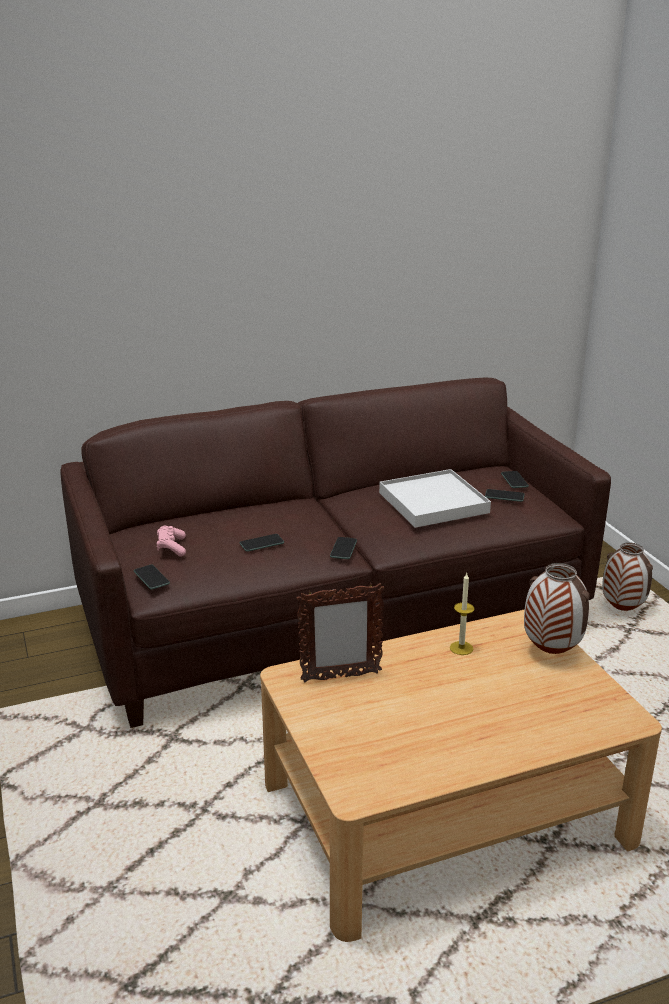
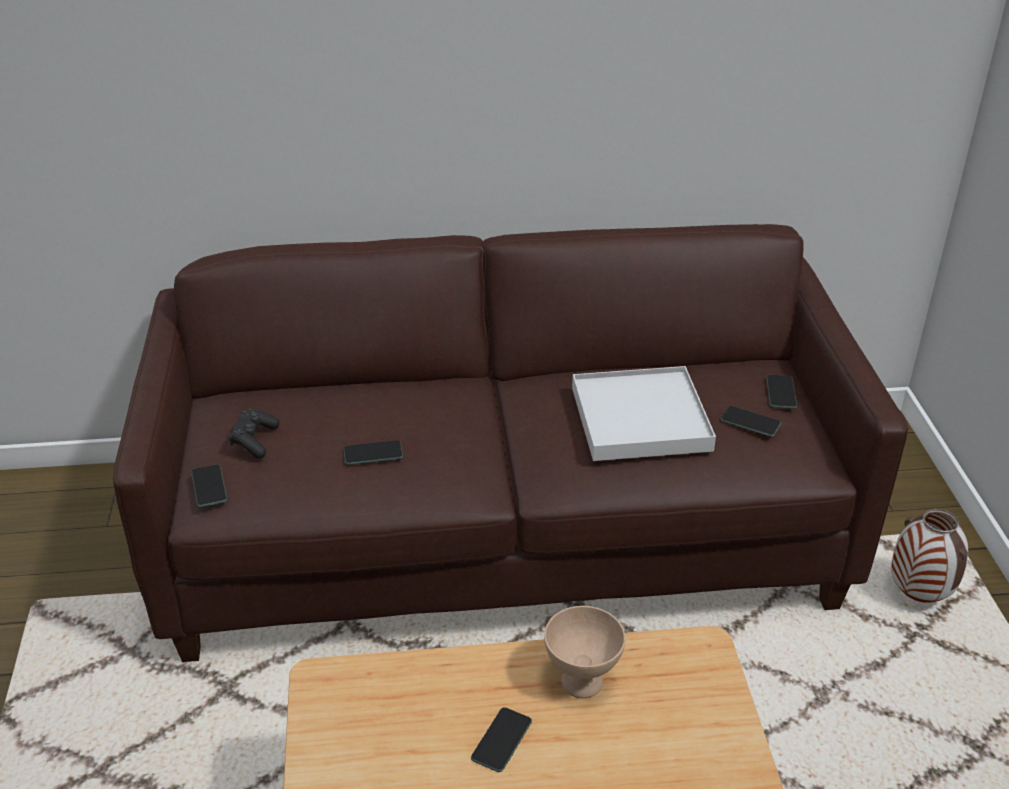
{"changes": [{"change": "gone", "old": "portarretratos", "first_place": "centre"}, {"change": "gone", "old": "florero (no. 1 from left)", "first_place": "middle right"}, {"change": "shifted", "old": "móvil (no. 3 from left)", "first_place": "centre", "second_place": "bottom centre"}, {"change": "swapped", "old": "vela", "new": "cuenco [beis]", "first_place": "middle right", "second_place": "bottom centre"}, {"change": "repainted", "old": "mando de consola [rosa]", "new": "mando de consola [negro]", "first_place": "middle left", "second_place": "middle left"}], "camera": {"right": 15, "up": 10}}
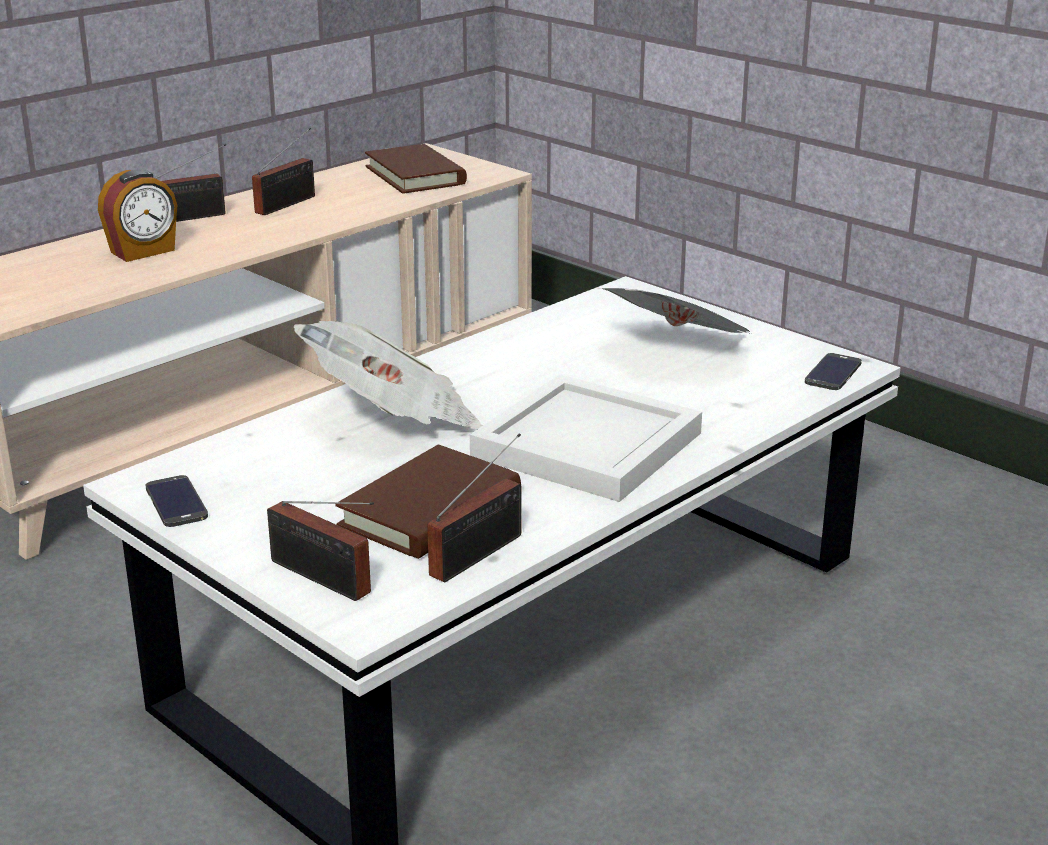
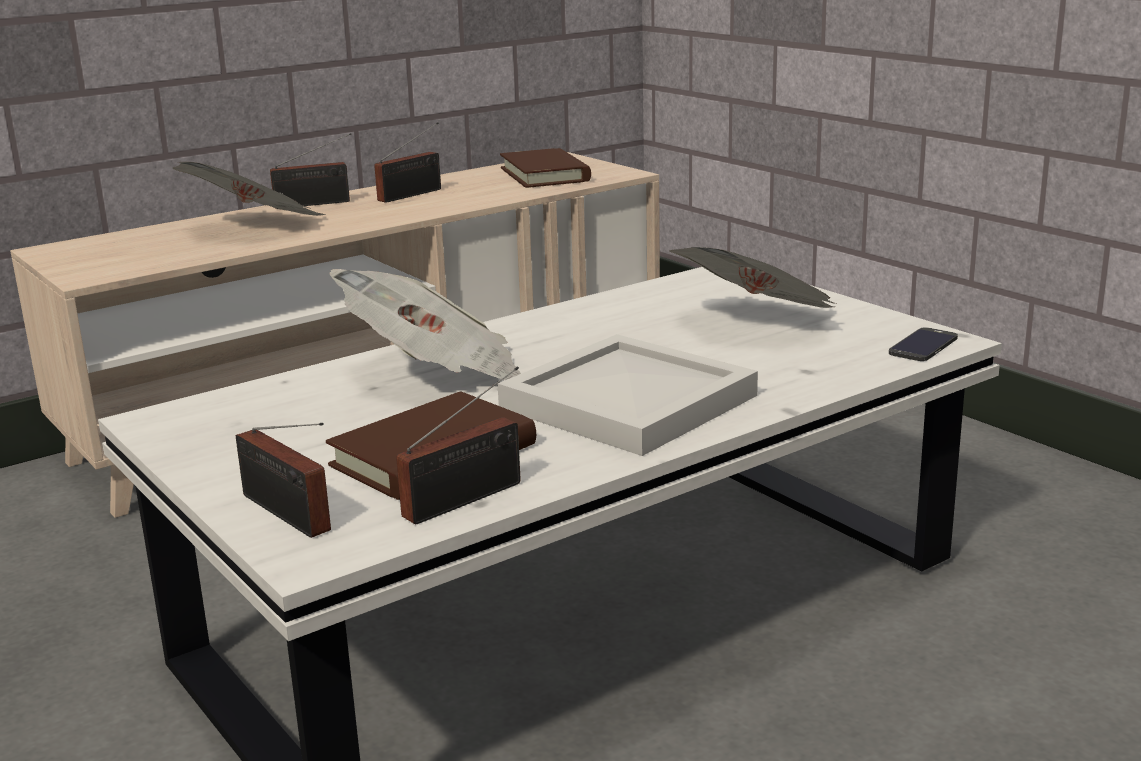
{"changes": [{"change": "gone", "old": "móvil (no. 1 from left)", "first_place": "middle left"}, {"change": "swapped", "old": "despertador", "new": "periódico (no. 1 from left)", "first_place": "top left", "second_place": "top left"}], "camera": {"right": 10, "up": -5}}
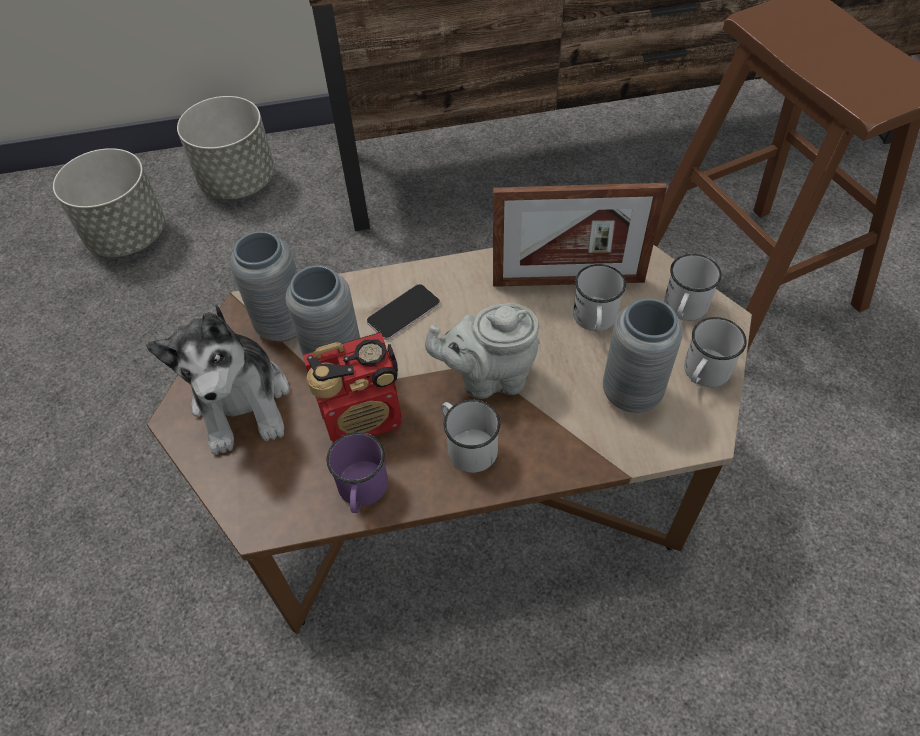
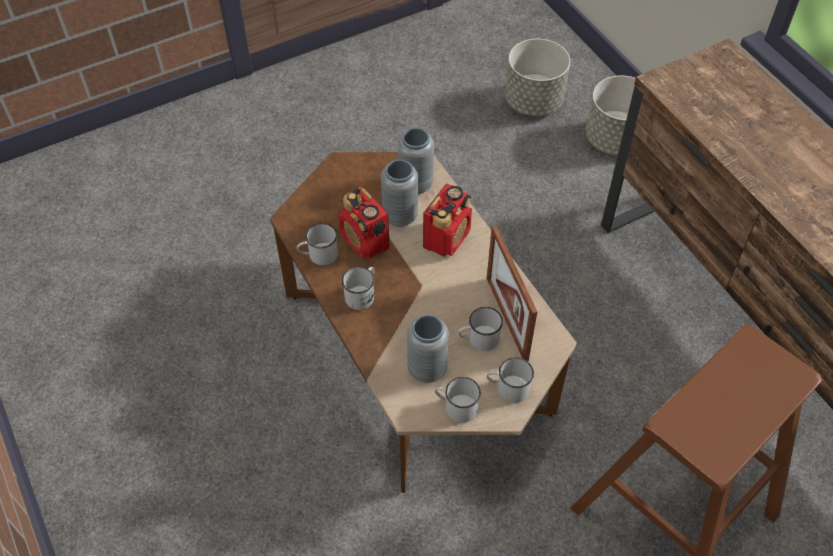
{"changes": [{"change": "gone", "old": "peluche", "first_place": "middle left"}, {"change": "gone", "old": "tetera [gris]", "first_place": "centre"}, {"change": "swapped", "old": "móvil", "new": "radio (no. 2 from left)", "first_place": "centre", "second_place": "centre"}, {"change": "repainted", "old": "taza grande [morado]", "new": "taza grande [blanco] (no. 1 from left)", "first_place": "centre", "second_place": "centre"}], "camera": {"right": 70, "up": 0}}
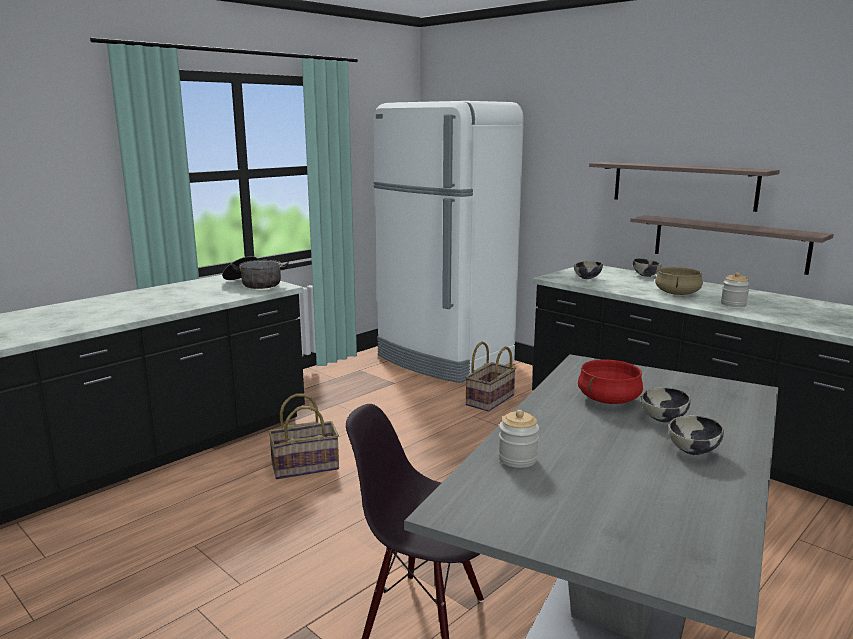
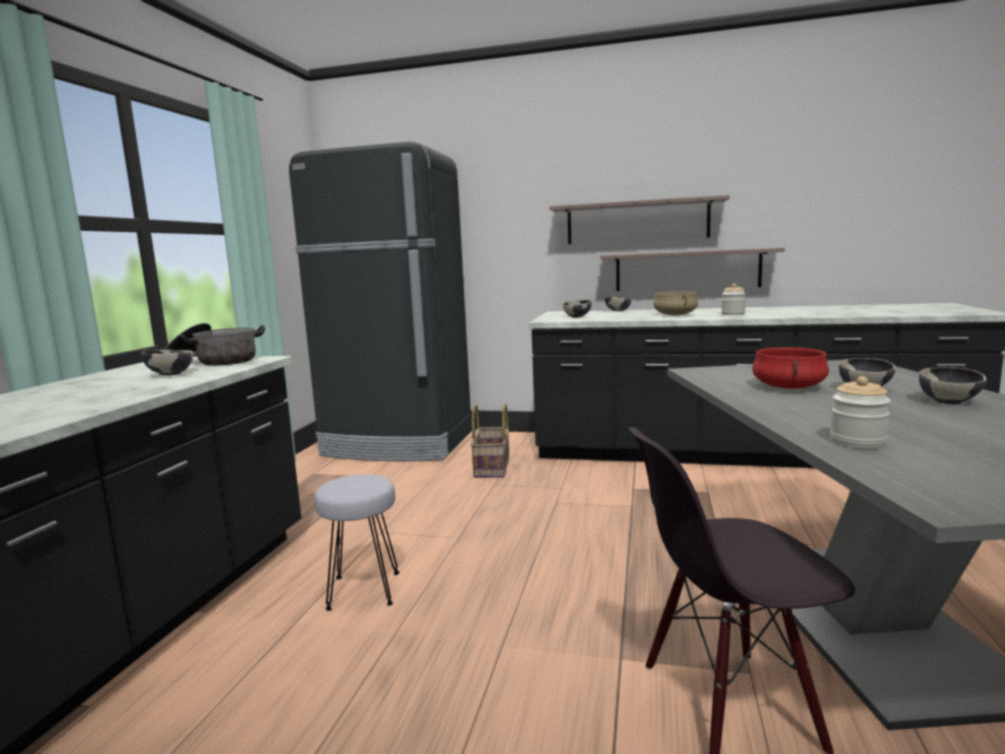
{"changes": [{"change": "new", "new": "cuenco (no. 1 from left)", "second_place": "middle left"}, {"change": "swapped", "old": "cesta (no. 1 from left)", "new": "taburete [gris]", "first_place": "bottom centre", "second_place": "bottom centre"}, {"change": "repainted", "old": "nevera [blanco]", "new": "nevera [negro]", "first_place": "centre", "second_place": "centre"}], "camera": {"right": -30, "up": -5}}
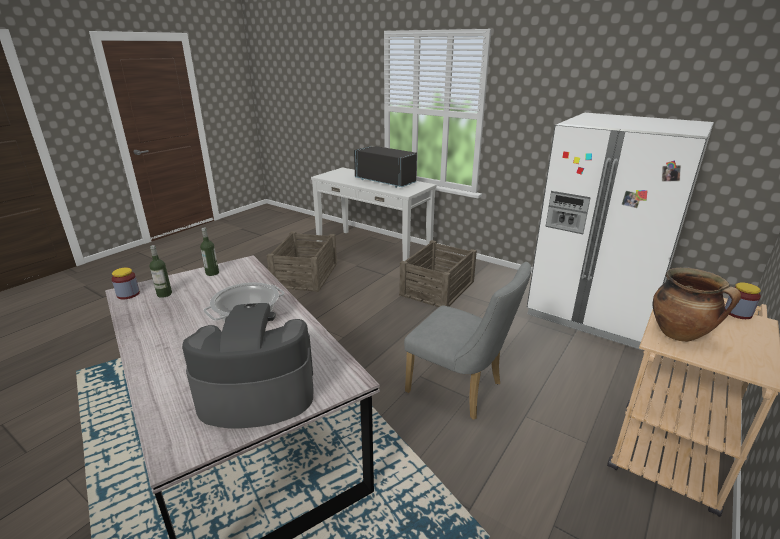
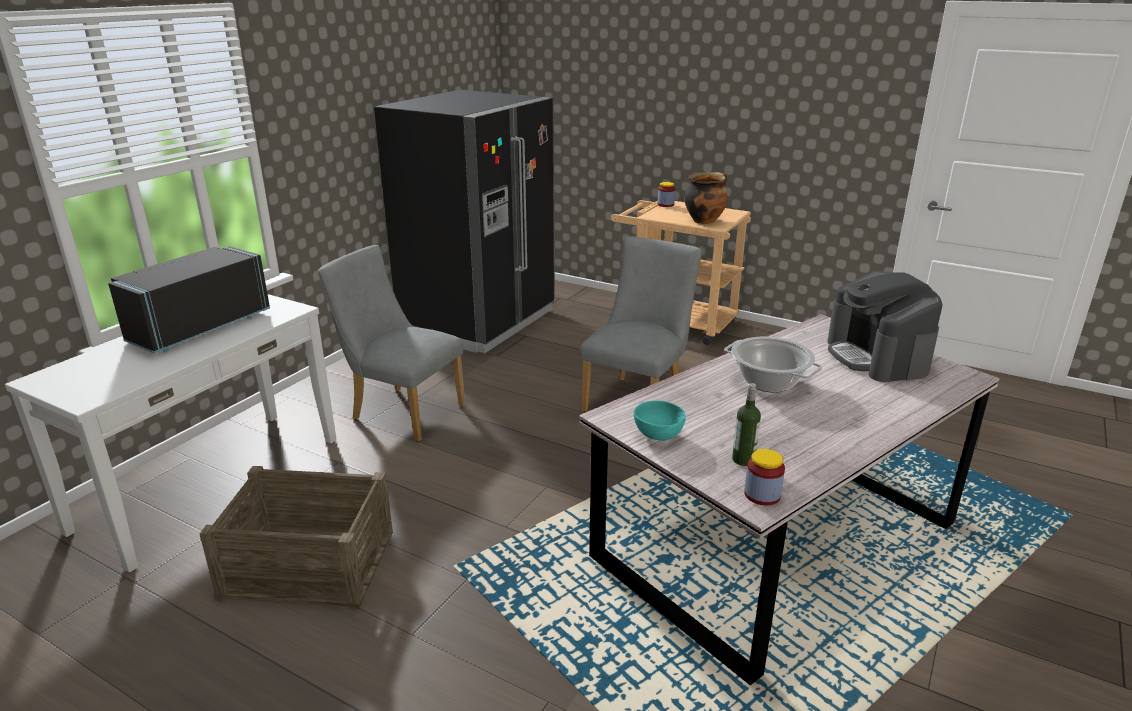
{"changes": [{"change": "swapped", "old": "botella (no. 2 from left)", "new": "cuenco [turquesa]", "first_place": "middle left", "second_place": "centre"}, {"change": "swapped", "old": "caja de embalaje (no. 2 from left)", "new": "silla [gris] (no. 1 from left)", "first_place": "centre", "second_place": "centre"}, {"change": "repainted", "old": "nevera [blanco]", "new": "nevera [negro]", "first_place": "middle right", "second_place": "top centre"}], "camera": {"right": -95, "up": 0}}
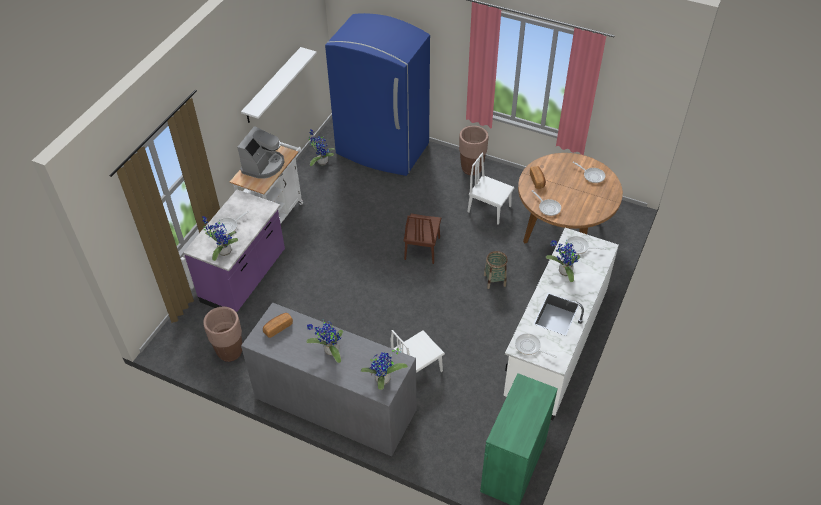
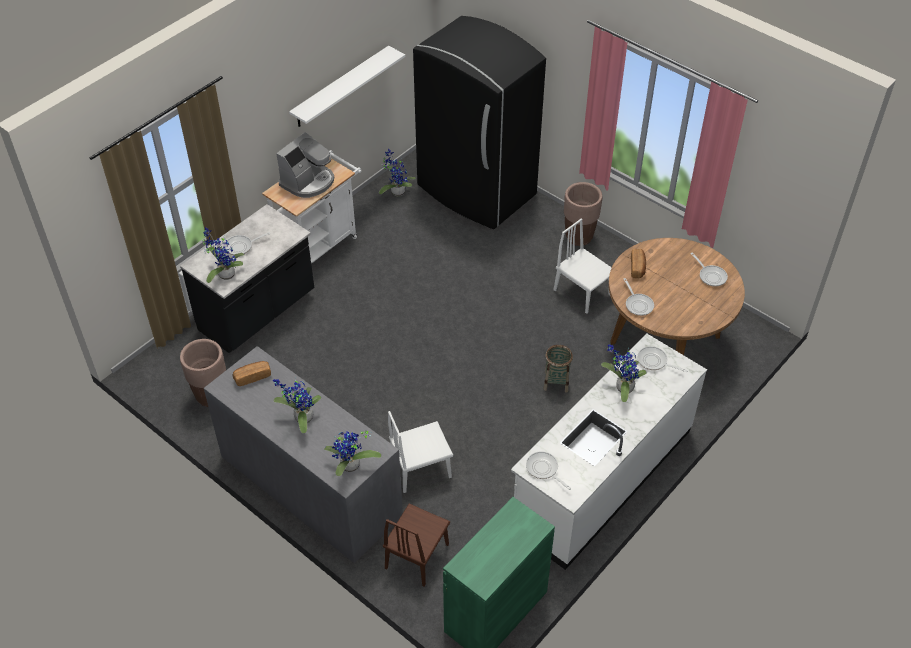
{"changes": [{"change": "shifted", "old": "silla [marrón]", "first_place": "centre", "second_place": "bottom centre"}, {"change": "repainted", "old": "mueble bajo de cocina [morado]", "new": "mueble bajo de cocina [negro]", "first_place": "middle left", "second_place": "middle left"}, {"change": "repainted", "old": "nevera [azul]", "new": "nevera [negro]", "first_place": "top centre", "second_place": "top centre"}], "camera": {"right": 15, "up": 0}}
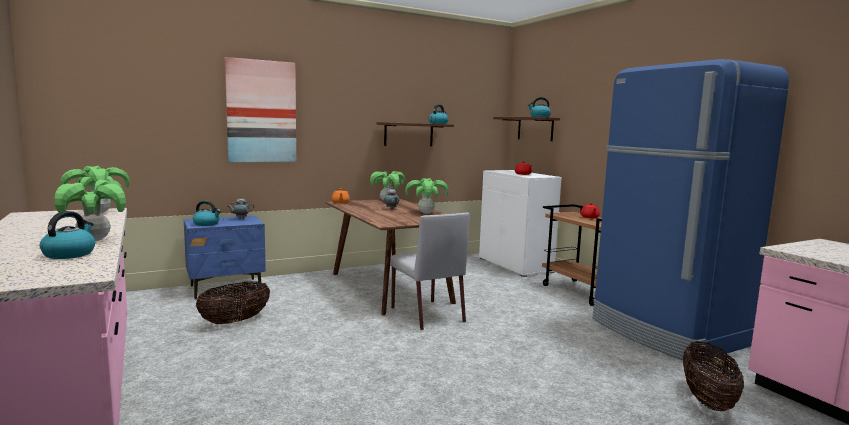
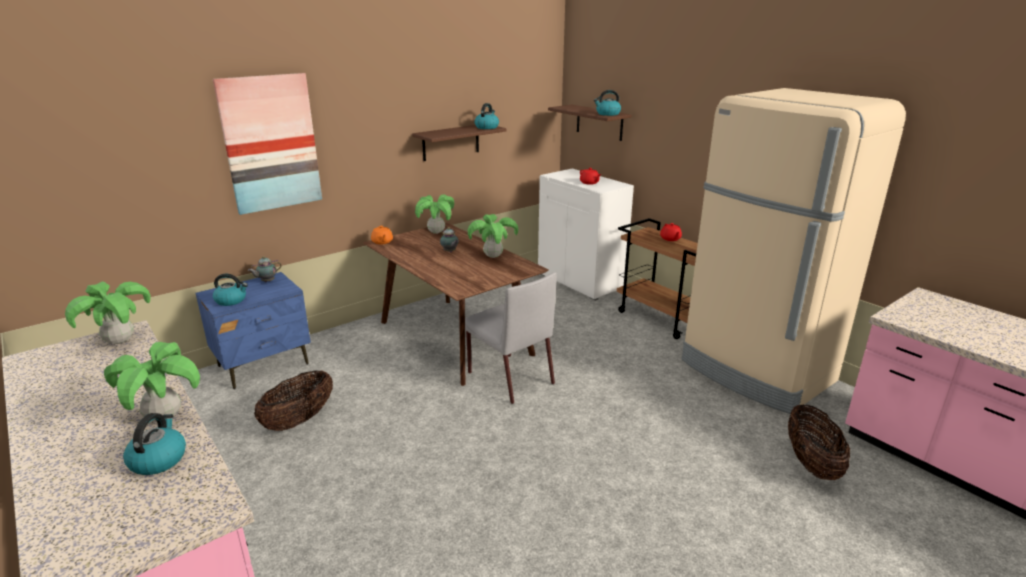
{"changes": [{"change": "repainted", "old": "nevera [azul]", "new": "nevera [beis]", "first_place": "middle right", "second_place": "middle right"}], "camera": {"right": -10, "up": 15}}
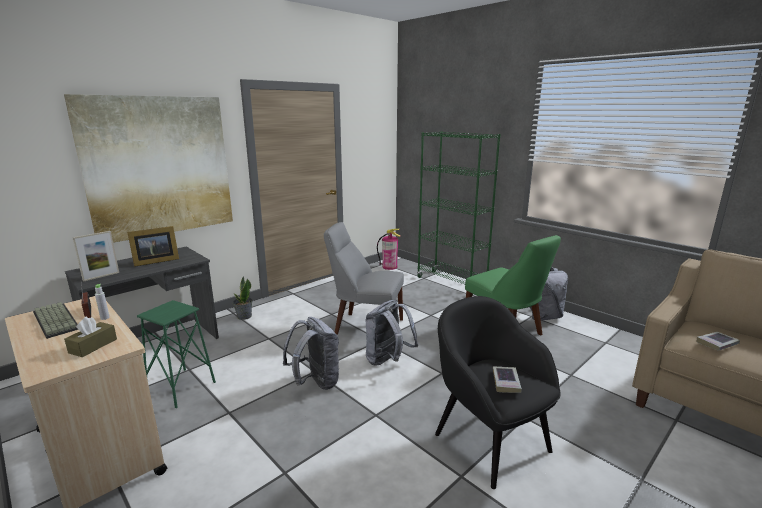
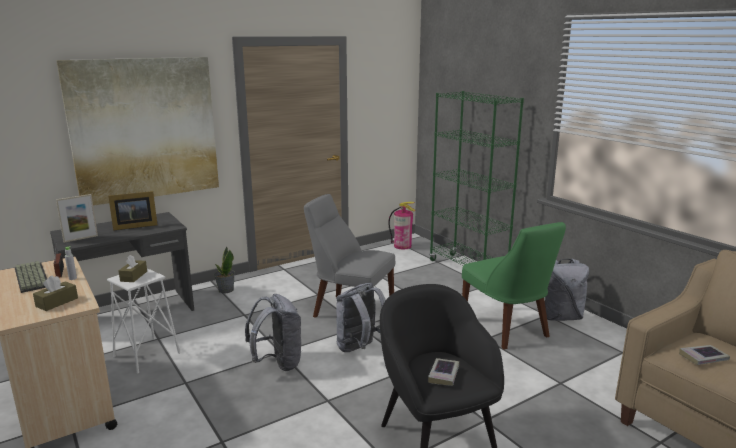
{"changes": [{"change": "new", "new": "caja de pañuelos [marrón] (no. 2 from left)", "second_place": "middle left"}, {"change": "repainted", "old": "taburete [verde]", "new": "taburete [blanco]", "first_place": "bottom left", "second_place": "bottom left"}], "camera": {"right": 10, "up": 0}}
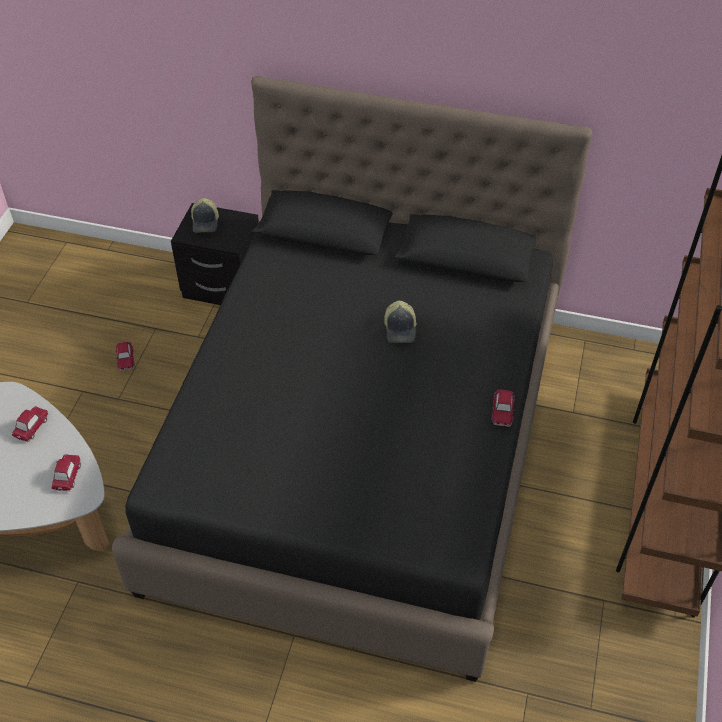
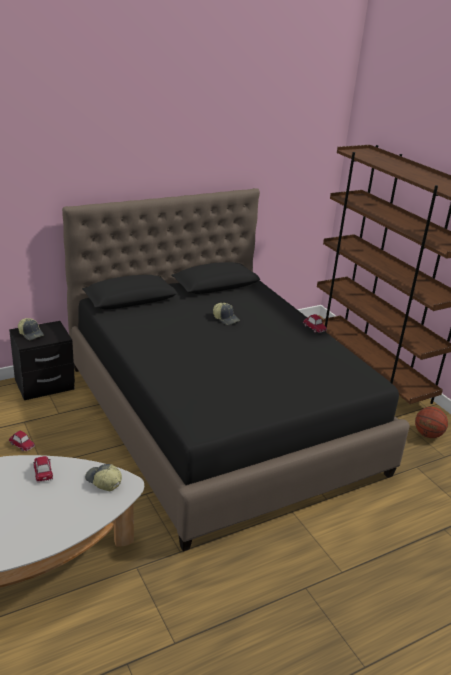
{"changes": [{"change": "new", "new": "balón de baloncesto", "second_place": "middle right"}, {"change": "swapped", "old": "coche de juguete (no. 2 from left)", "new": "gorra (no. 2 from left)", "first_place": "middle left", "second_place": "bottom left"}], "camera": {"right": -45, "up": -20}}
